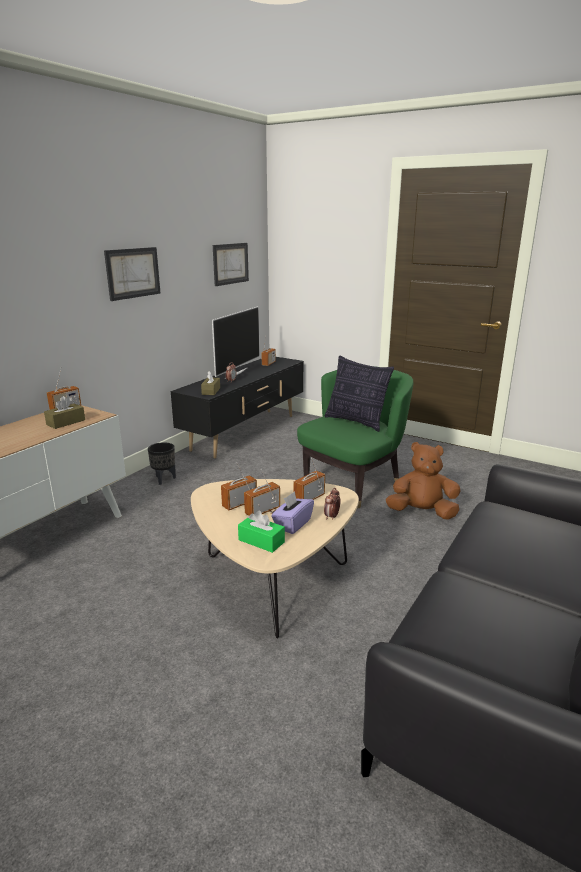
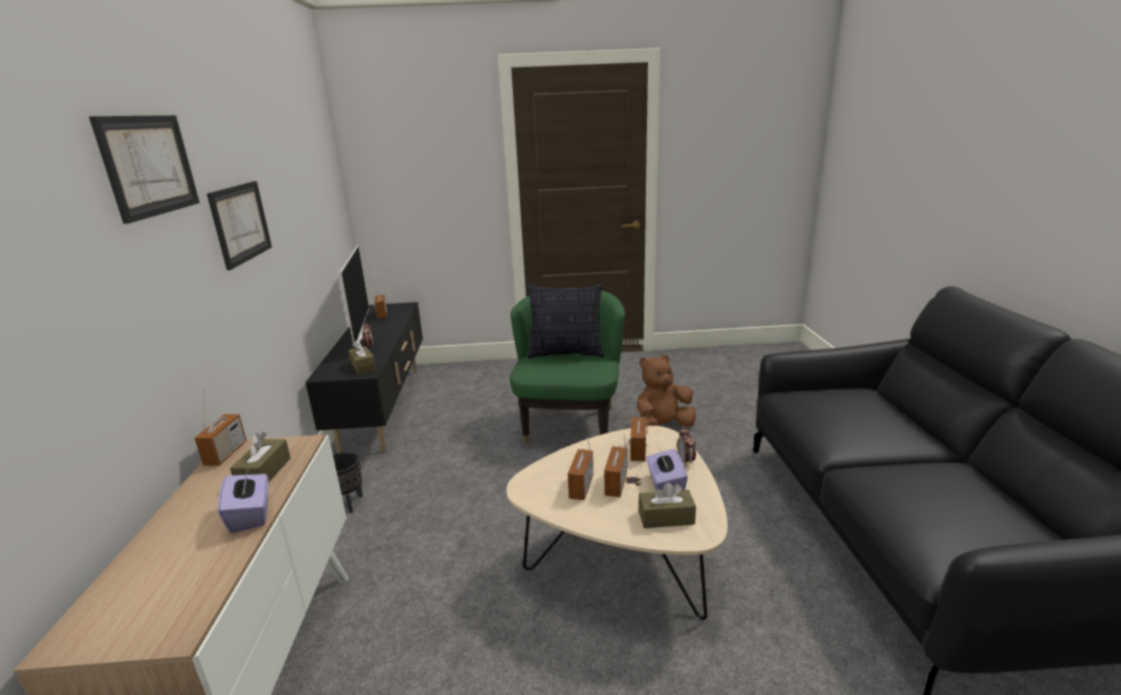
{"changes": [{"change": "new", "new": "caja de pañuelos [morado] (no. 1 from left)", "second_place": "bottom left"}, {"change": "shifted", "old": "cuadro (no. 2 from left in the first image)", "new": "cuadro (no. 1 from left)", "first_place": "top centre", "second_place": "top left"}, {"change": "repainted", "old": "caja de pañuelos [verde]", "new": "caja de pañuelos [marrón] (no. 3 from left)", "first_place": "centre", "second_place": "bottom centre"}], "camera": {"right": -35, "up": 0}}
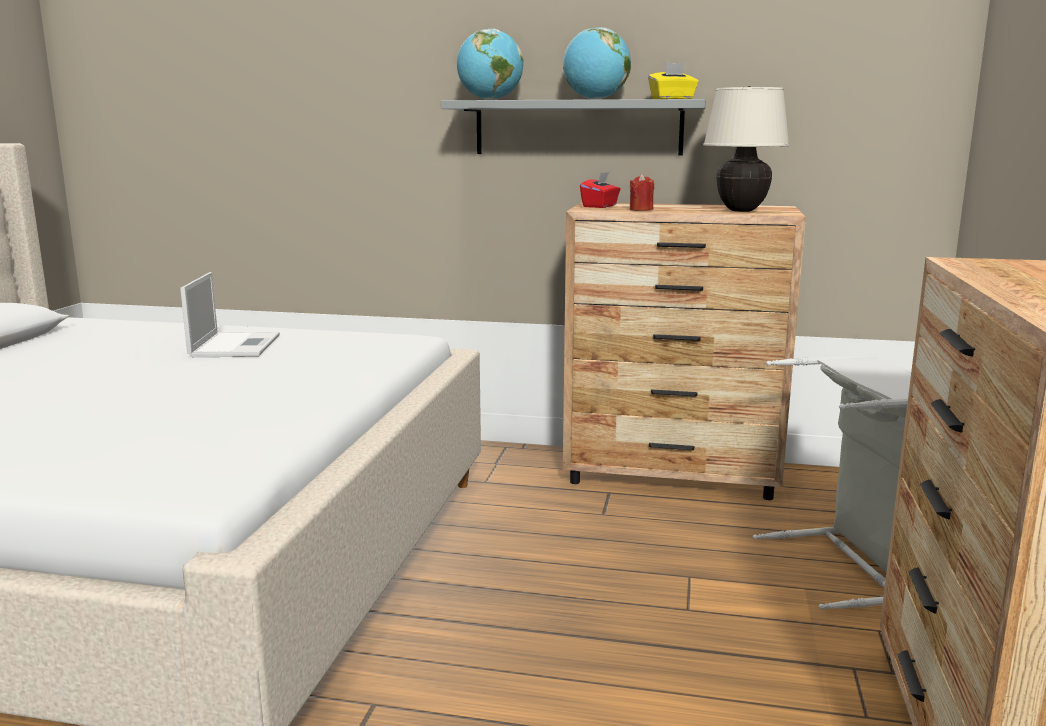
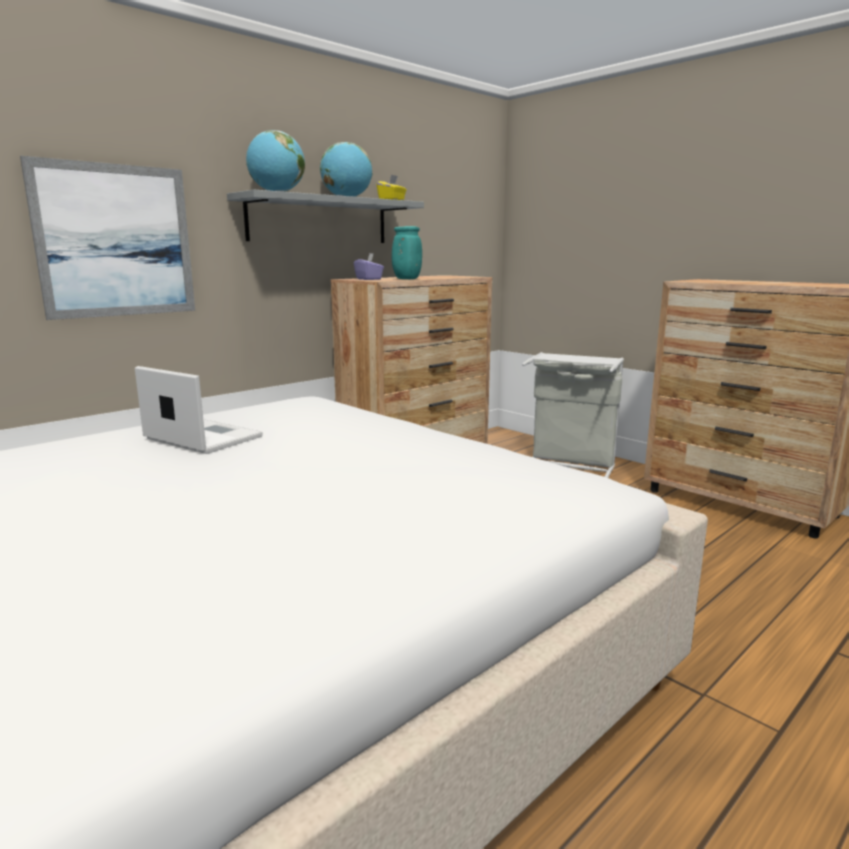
{"changes": [{"change": "gone", "old": "lámpara de mesa [beis]", "first_place": "top right"}, {"change": "new", "new": "cuadro", "second_place": "top left"}, {"change": "swapped", "old": "vela [rojo]", "new": "florero [turquesa]", "first_place": "top centre", "second_place": "top centre"}, {"change": "repainted", "old": "caja de pañuelos [rojo]", "new": "caja de pañuelos [morado]", "first_place": "top centre", "second_place": "top centre"}], "camera": {"right": -55, "up": 0}}
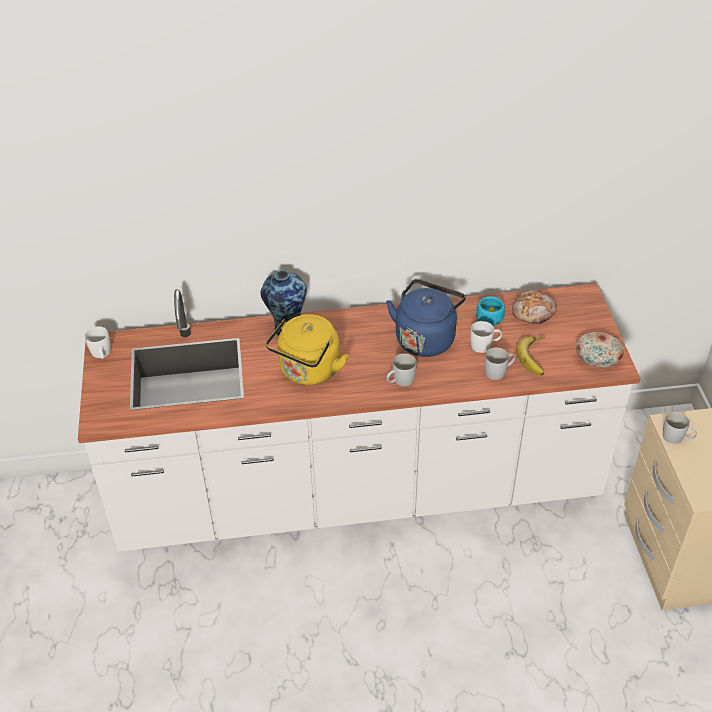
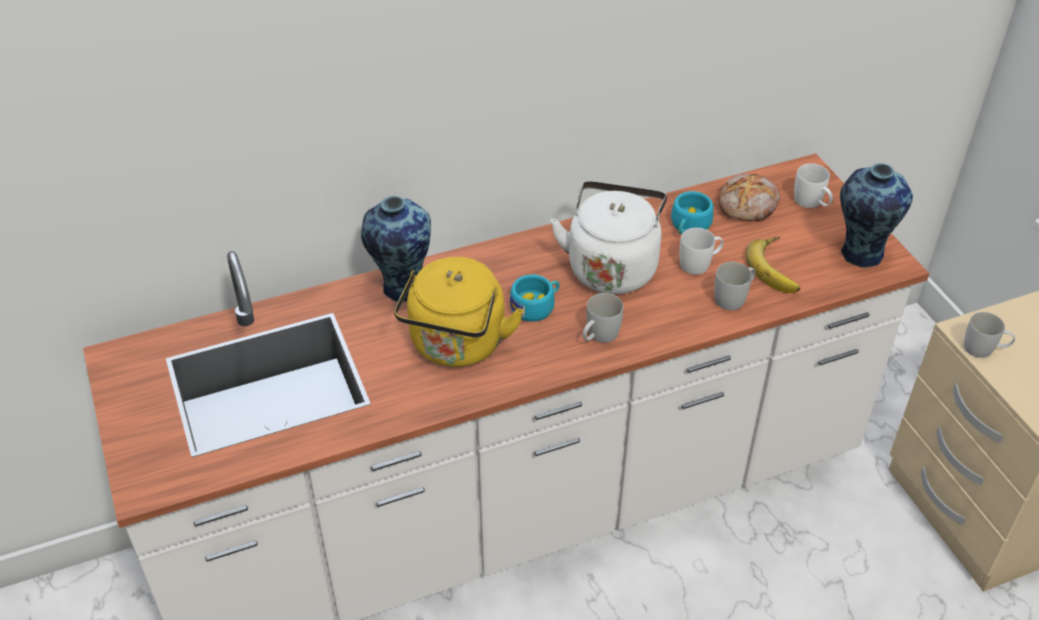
{"changes": [{"change": "new", "new": "taza [turquesa] (no. 1 from left)", "second_place": "centre"}, {"change": "shifted", "old": "taza grande [blanco] (no. 1 from left in the first image)", "new": "taza grande [blanco] (no. 4 from left)", "first_place": "middle left", "second_place": "top right"}, {"change": "swapped", "old": "plato", "new": "florero (no. 2 from left)", "first_place": "middle right", "second_place": "middle right"}, {"change": "repainted", "old": "hervidor [azul]", "new": "hervidor [blanco]", "first_place": "centre", "second_place": "centre"}], "camera": {"right": -15, "up": 0}}
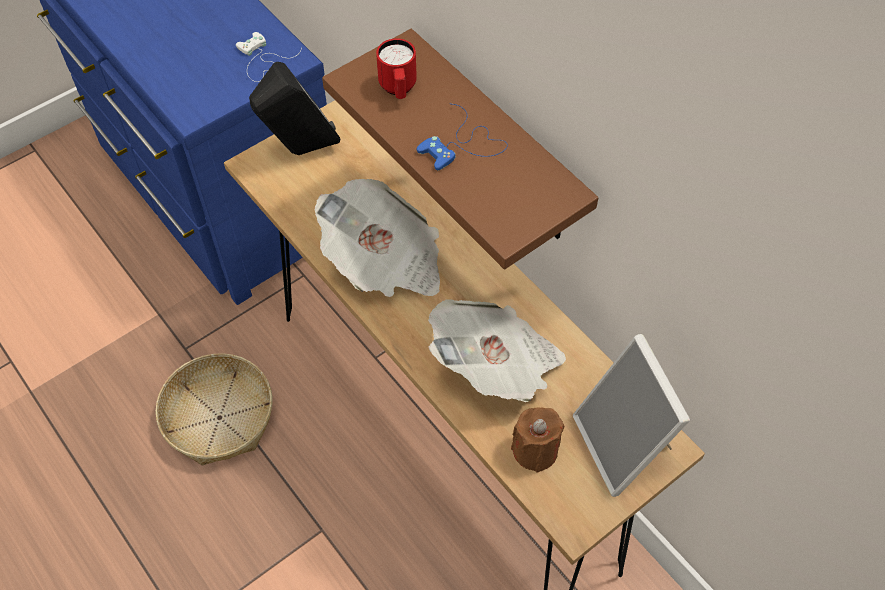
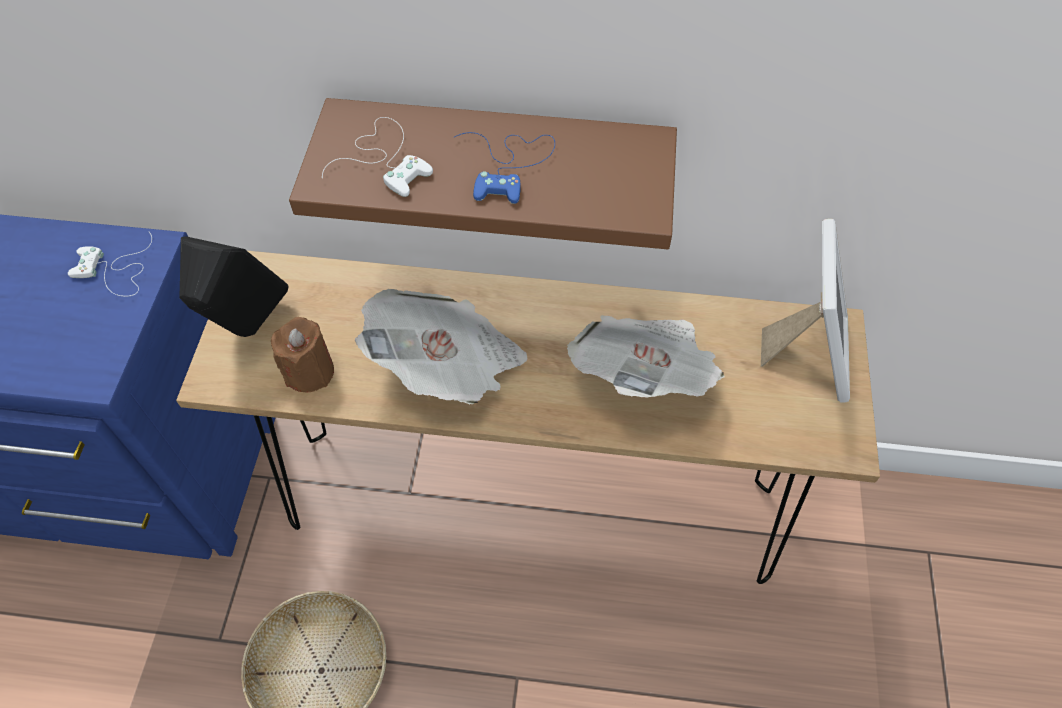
{"changes": [{"change": "shifted", "old": "vela [marrón]", "first_place": "bottom centre", "second_place": "middle left"}, {"change": "swapped", "old": "taza grande [rojo]", "new": "mando de consola [blanco] (no. 2 from left)", "first_place": "top centre", "second_place": "top centre"}, {"change": "rotated", "old": "portarretratos", "first_place": "bottom right", "second_place": "middle right", "degrees": -105}], "camera": {"right": -45, "up": 0}}
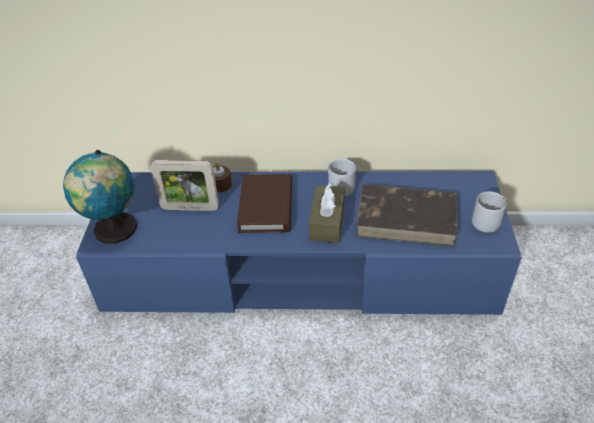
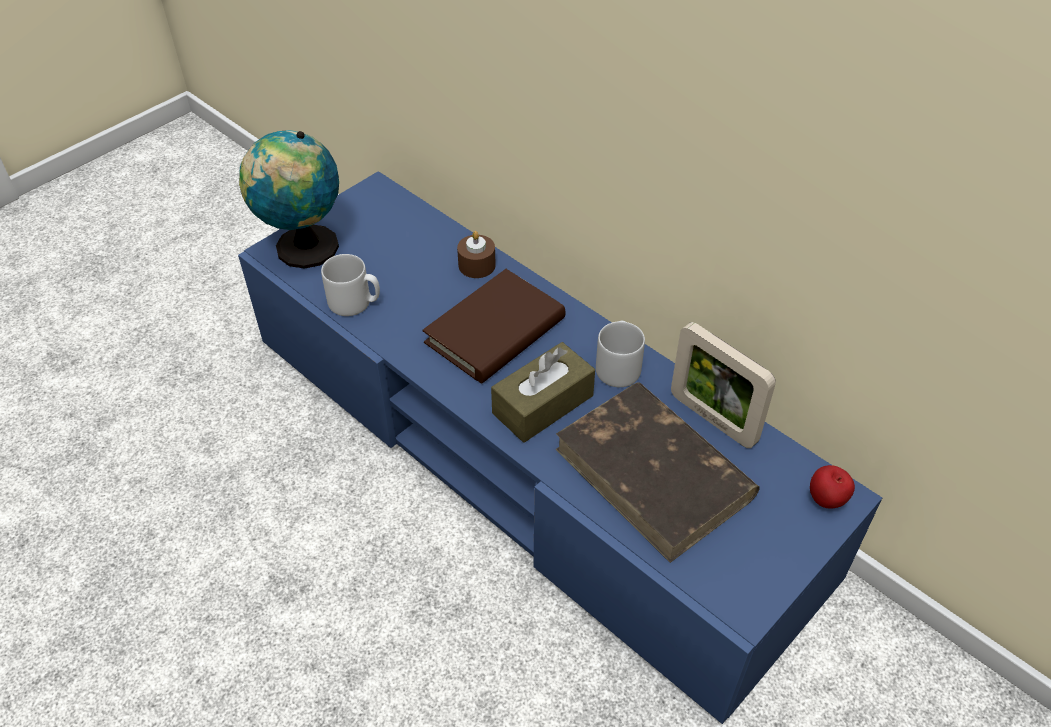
{"changes": [{"change": "new", "new": "manzana", "second_place": "bottom right"}, {"change": "shifted", "old": "portarretratos", "first_place": "middle left", "second_place": "middle right"}, {"change": "shifted", "old": "taza grande [gris] (no. 2 from left in the first image)", "new": "taza grande [gris] (no. 1 from left)", "first_place": "middle right", "second_place": "middle left"}], "camera": {"right": 40, "up": 5}}
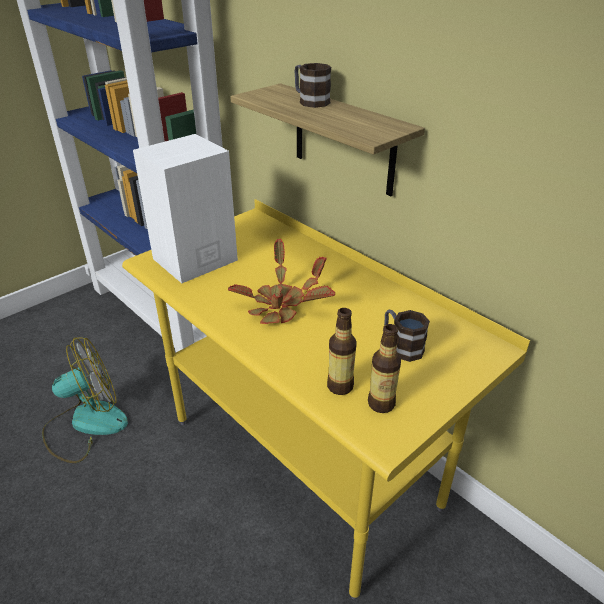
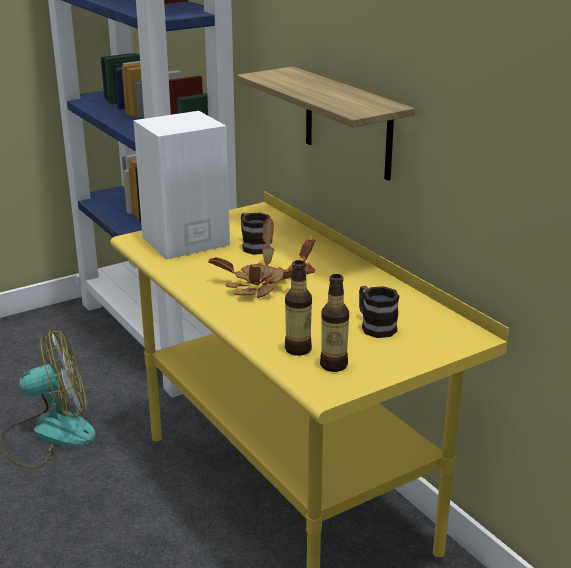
{"changes": [{"change": "shifted", "old": "taza grande (no. 1 from left)", "first_place": "top centre", "second_place": "centre"}], "camera": {"right": 10, "up": -10}}
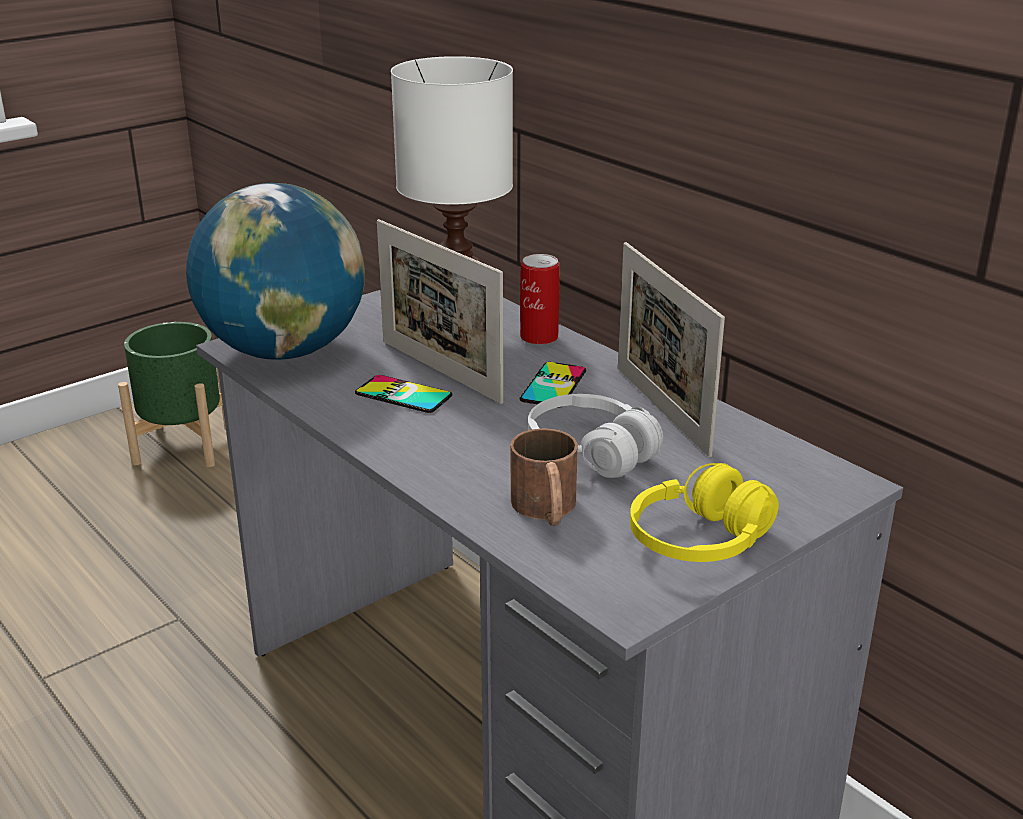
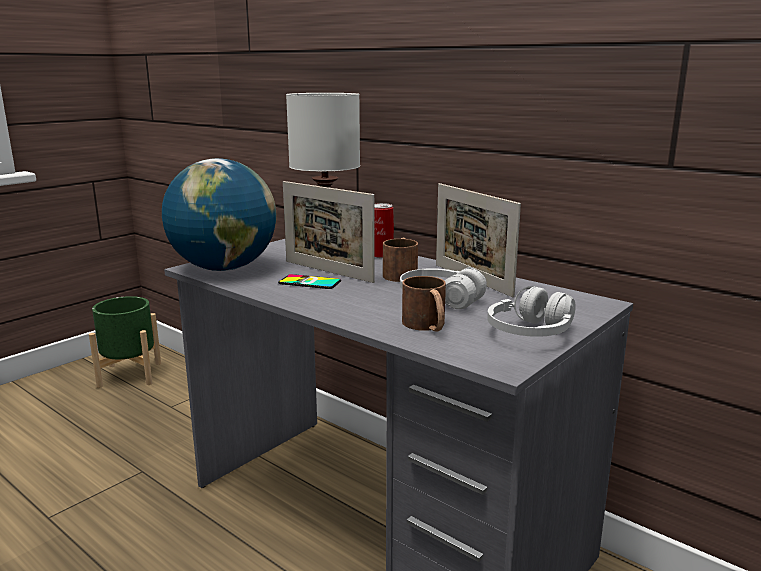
{"changes": [{"change": "swapped", "old": "móvil (no. 2 from left)", "new": "taza grande [marrón] (no. 1 from left)", "first_place": "centre", "second_place": "centre"}, {"change": "repainted", "old": "auriculares [amarillo]", "new": "auriculares [blanco] (no. 2 from left)", "first_place": "middle right", "second_place": "middle right"}], "camera": {"right": -10, "up": -10}}
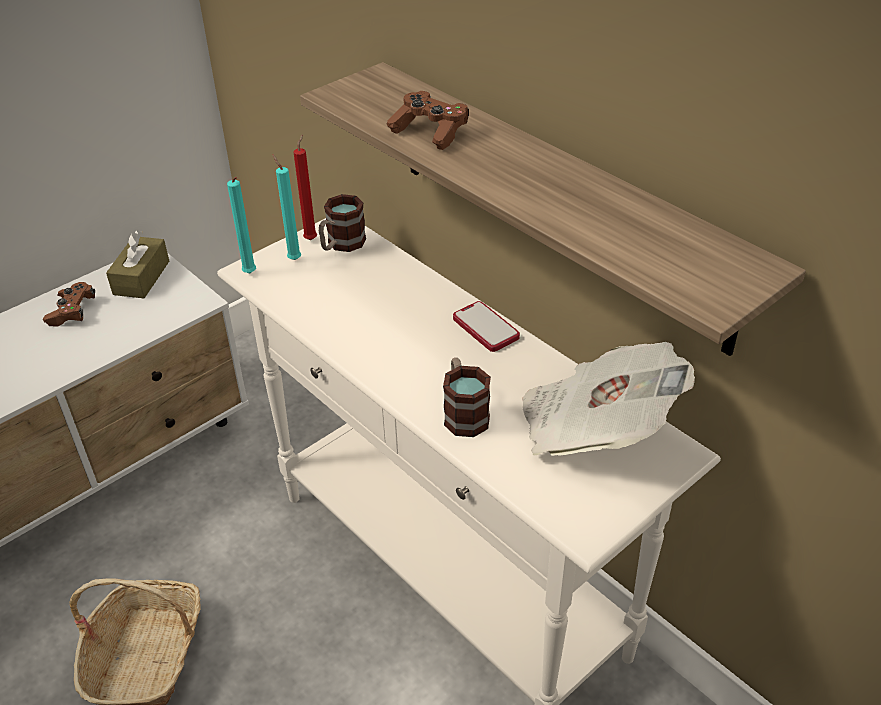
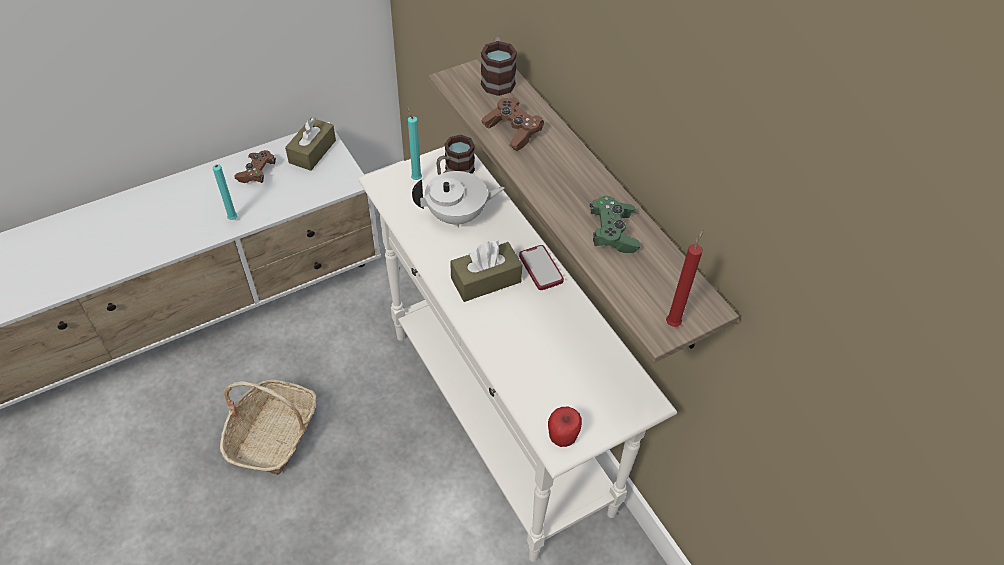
{"changes": [{"change": "gone", "old": "periódico", "first_place": "middle right"}, {"change": "new", "new": "tetera [blanco]", "second_place": "centre"}, {"change": "new", "new": "caja de pañuelos [marrón] (no. 2 from left)", "second_place": "centre"}, {"change": "new", "new": "manzana", "second_place": "bottom centre"}, {"change": "new", "new": "mando de consola [verde]", "second_place": "centre"}, {"change": "shifted", "old": "vela [turquesa] (no. 1 from left)", "first_place": "top left", "second_place": "middle left"}, {"change": "shifted", "old": "vela [rojo]", "first_place": "top centre", "second_place": "middle right"}, {"change": "shifted", "old": "taza grande (no. 2 from left)", "first_place": "centre", "second_place": "top centre"}], "camera": {"right": 10, "up": 10}}
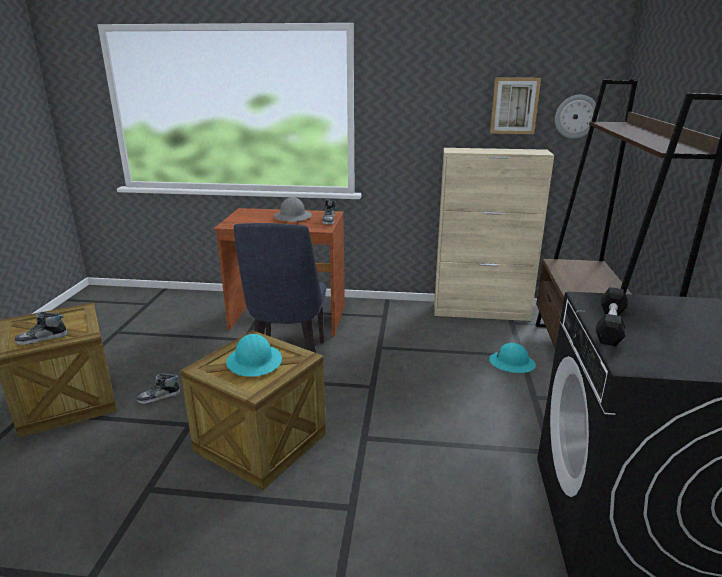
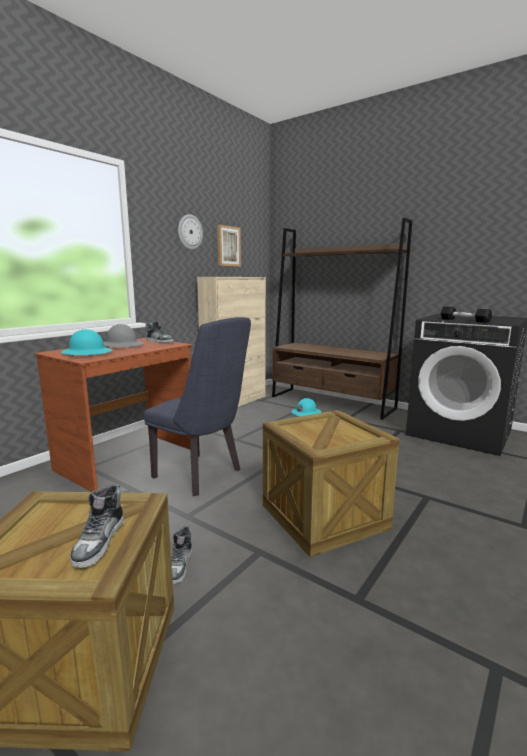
{"changes": [{"change": "shifted", "old": "casco [turquesa] (no. 1 from left)", "first_place": "centre", "second_place": "middle left"}, {"change": "shifted", "old": "reloj de pared", "first_place": "top right", "second_place": "top centre"}], "camera": {"right": -60, "up": -10}}
